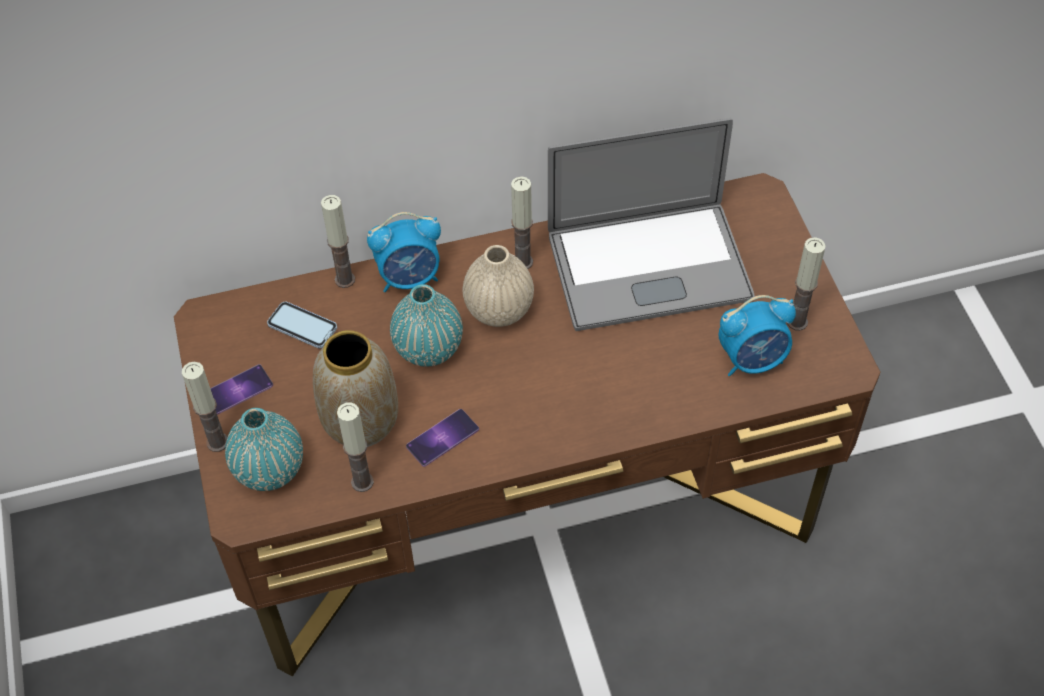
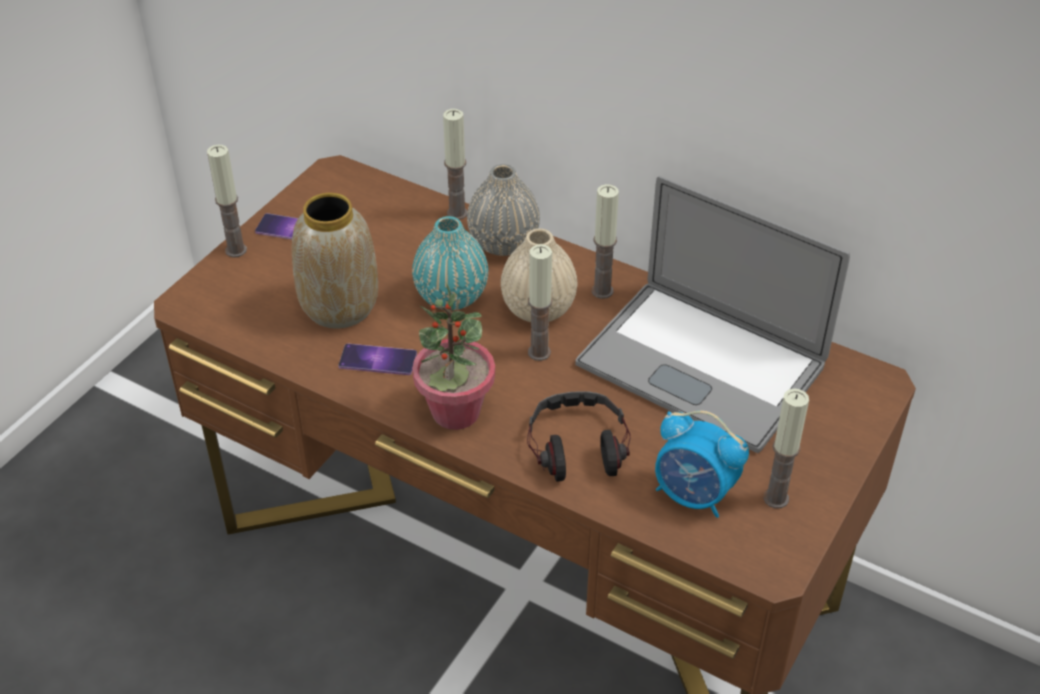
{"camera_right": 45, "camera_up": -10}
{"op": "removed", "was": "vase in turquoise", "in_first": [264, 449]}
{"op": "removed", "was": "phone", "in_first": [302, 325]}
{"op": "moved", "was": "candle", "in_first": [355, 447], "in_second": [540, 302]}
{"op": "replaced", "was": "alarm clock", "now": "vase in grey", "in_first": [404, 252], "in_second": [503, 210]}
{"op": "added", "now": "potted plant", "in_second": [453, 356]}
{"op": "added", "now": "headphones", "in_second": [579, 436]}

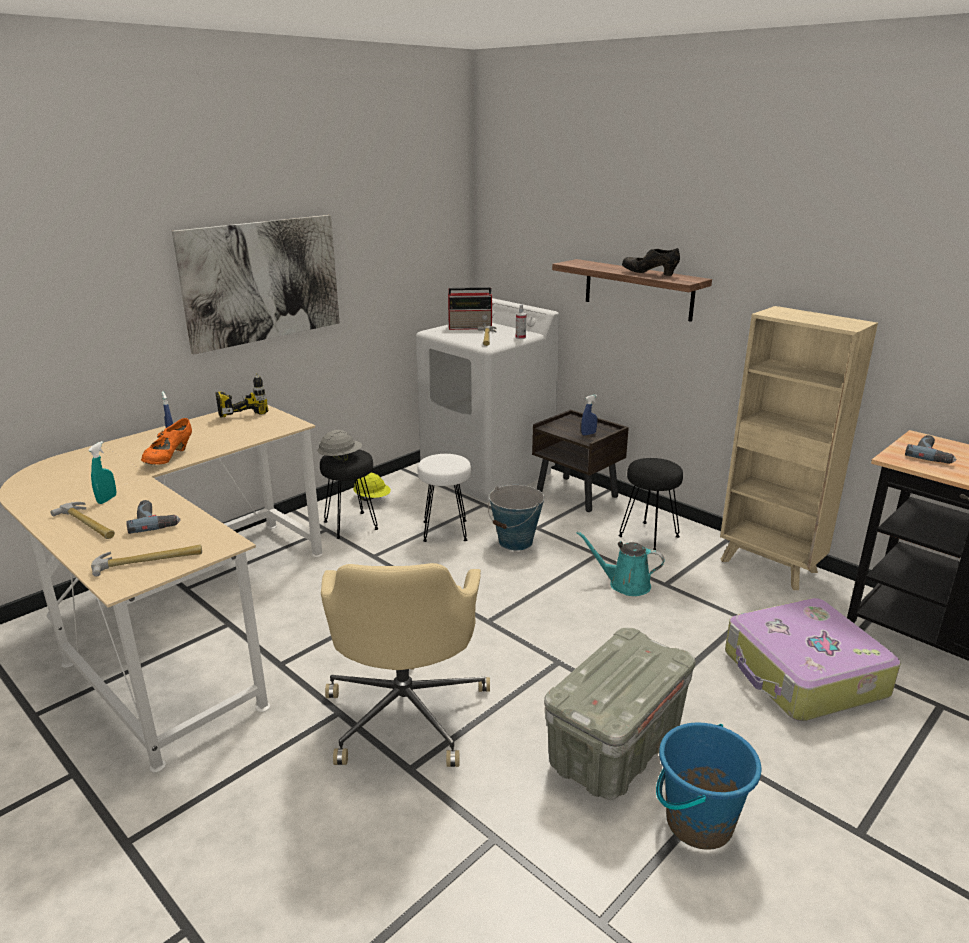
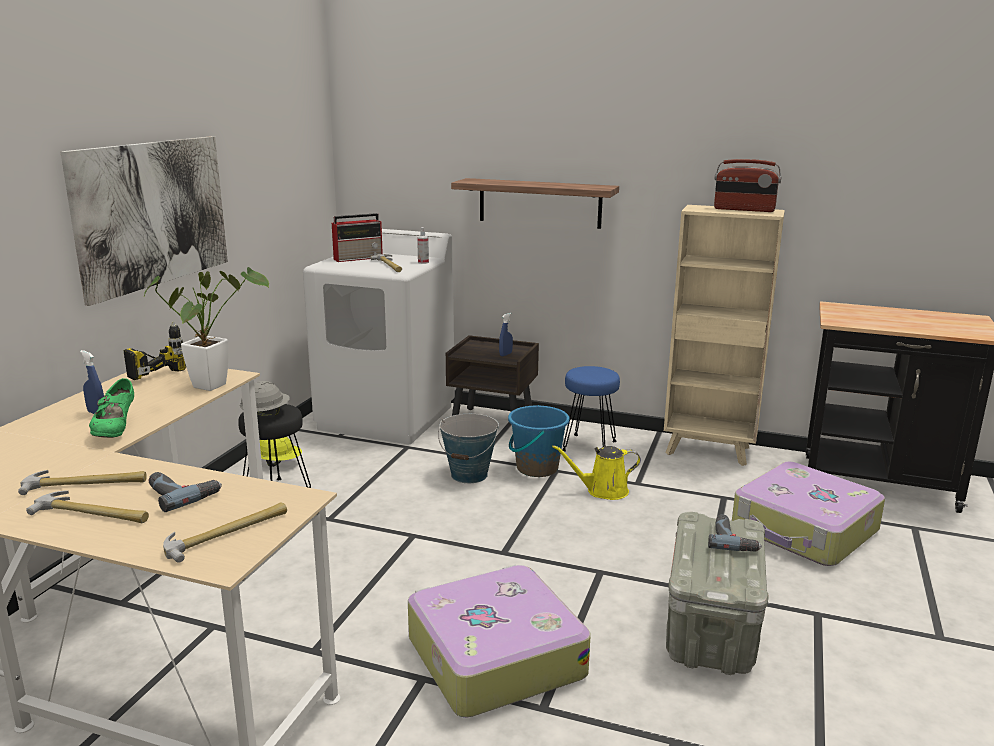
{"camera_right": -25, "camera_up": -5}
{"op": "replaced", "was": "spray bottle in turquoise", "now": "hammer", "in_first": [102, 472], "in_second": [82, 482]}
{"op": "recoloured", "was": "shoe in orange", "now": "shoe in green", "in_first": [166, 441], "in_second": [111, 408]}
{"op": "replaced", "was": "office chair in beige", "now": "suitcase", "in_first": [405, 665], "in_second": [499, 641]}
{"op": "removed", "was": "stool in white", "in_first": [444, 498]}
{"op": "recoloured", "was": "watering can in turquoise", "now": "watering can in yellow", "in_first": [621, 563], "in_second": [596, 472]}
{"op": "recoloured", "was": "stool in black", "now": "stool in blue", "in_first": [650, 504], "in_second": [591, 408]}
{"op": "removed", "was": "shoe in black", "in_first": [651, 262]}
{"op": "moved", "was": "bucket in blue", "in_first": [709, 786], "in_second": [539, 441]}
{"op": "moved", "was": "power drill", "in_first": [930, 449], "in_second": [735, 533]}
{"op": "added", "now": "potted plant", "in_second": [206, 329]}
{"op": "added", "now": "radio", "in_second": [748, 185]}

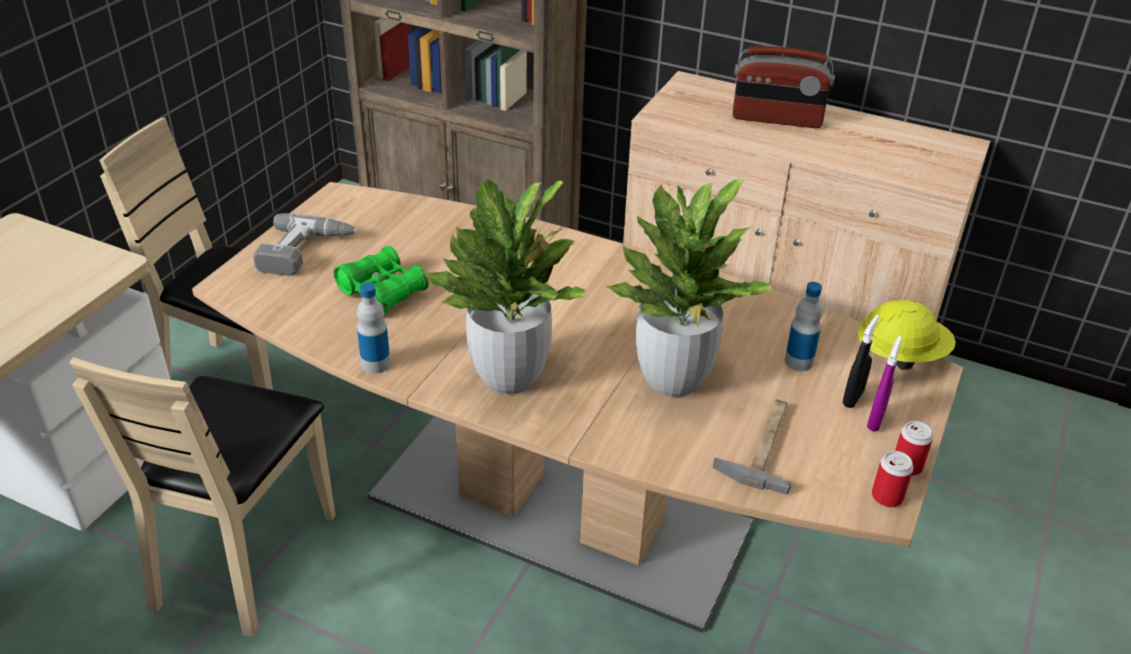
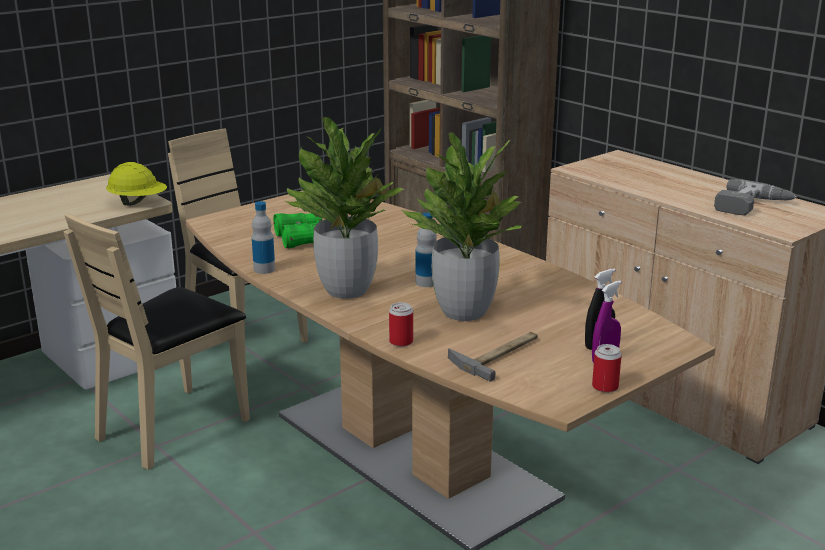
{"camera_right": 25, "camera_up": -15}
{"op": "moved", "was": "power drill", "in_first": [305, 244], "in_second": [755, 197]}
{"op": "removed", "was": "radio", "in_first": [784, 87]}
{"op": "moved", "was": "bottle", "in_first": [804, 326], "in_second": [426, 250]}
{"op": "moved", "was": "hard hat in yellow", "in_first": [906, 335], "in_second": [136, 184]}
{"op": "moved", "was": "can", "in_first": [893, 479], "in_second": [401, 324]}

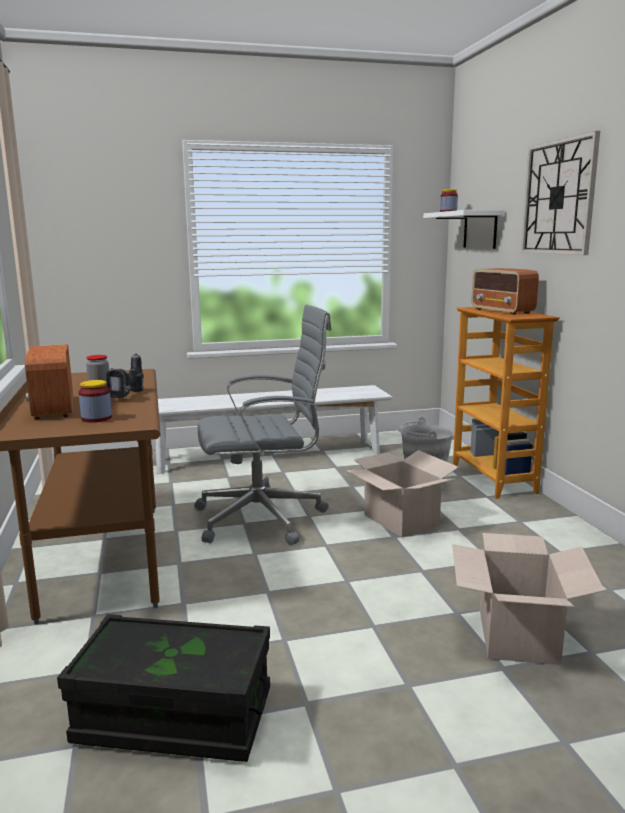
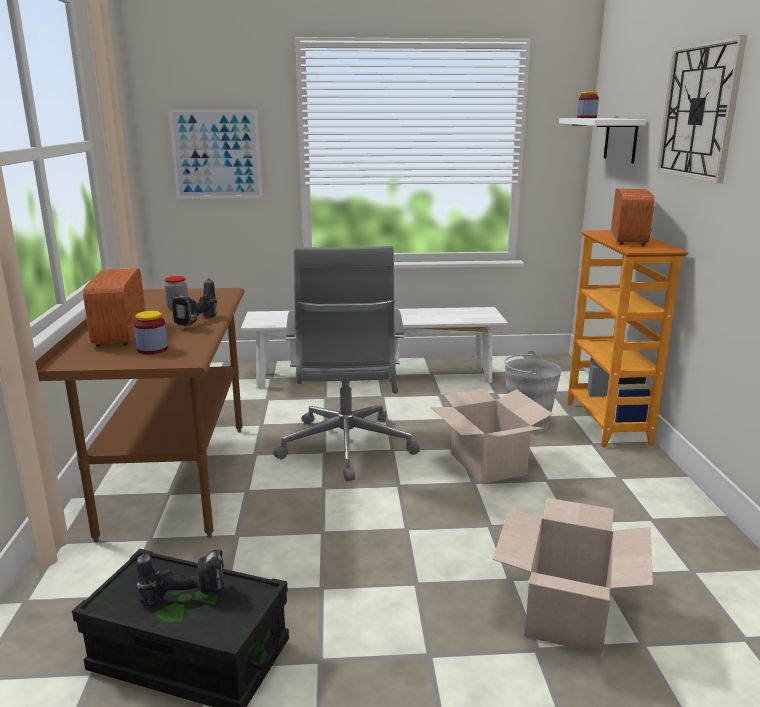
{"camera_right": 10, "camera_up": 5}
{"op": "turned", "was": "office chair in grey", "in_first": [262, 425], "in_second": [347, 363], "clockwise": 90}
{"op": "turned", "was": "radio", "in_first": [505, 291], "in_second": [633, 217], "clockwise": -150}
{"op": "added", "now": "power drill", "in_second": [180, 578]}
{"op": "added", "now": "picture", "in_second": [215, 154]}

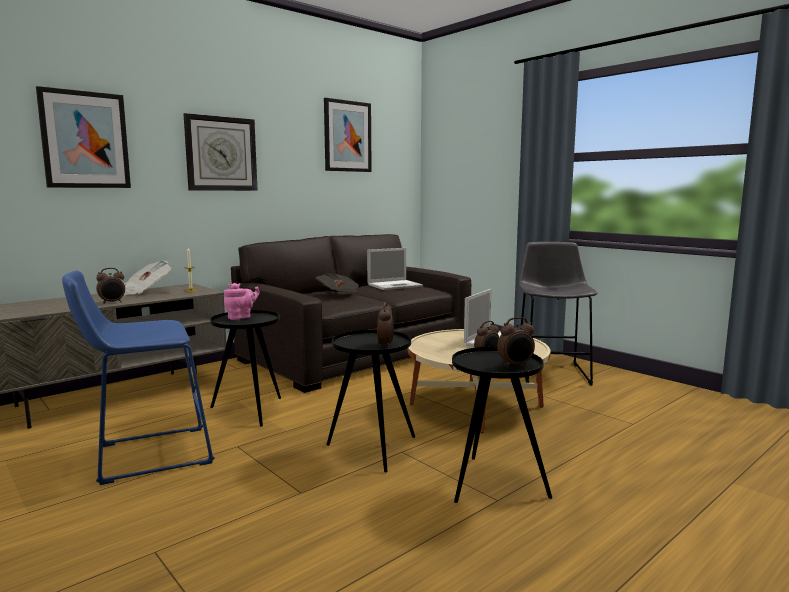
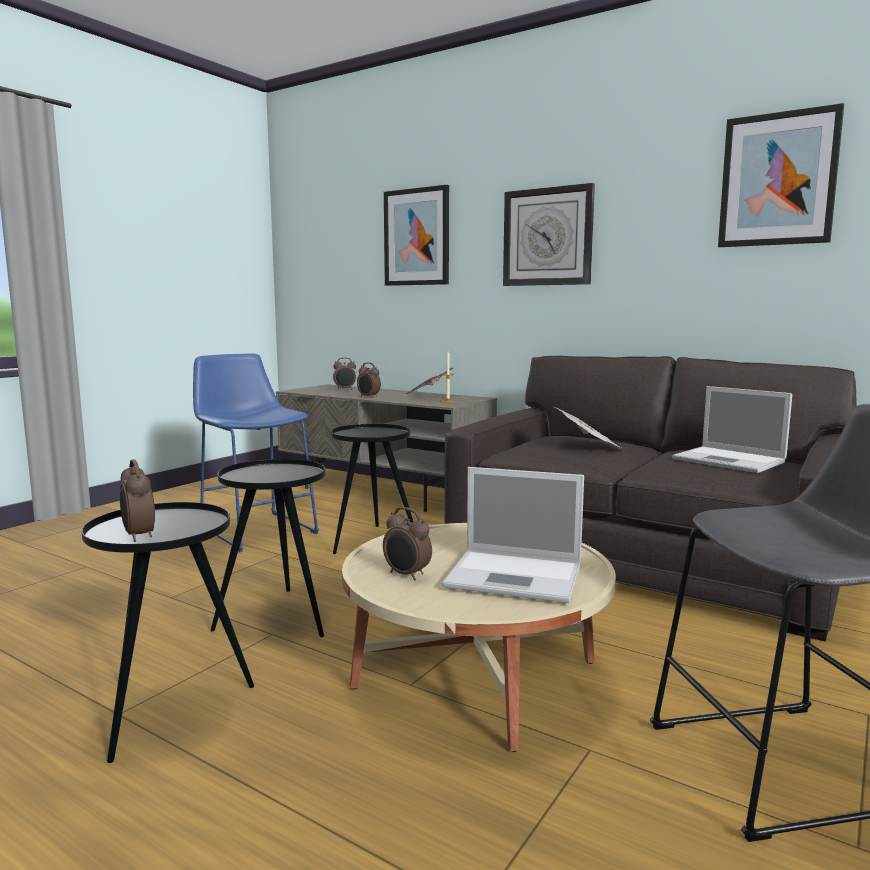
{"camera_right": 75, "camera_up": 0}
{"op": "removed", "was": "teapot in pink", "in_first": [242, 301]}
{"op": "moved", "was": "alarm clock", "in_first": [385, 325], "in_second": [344, 373]}

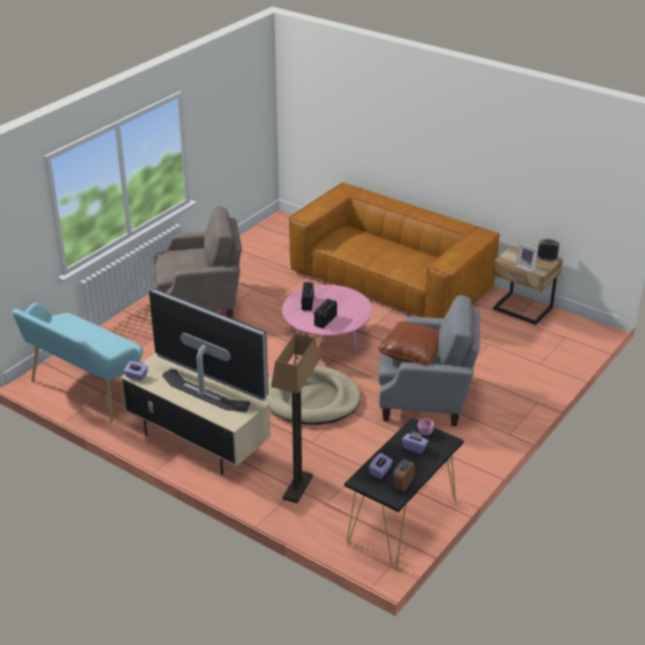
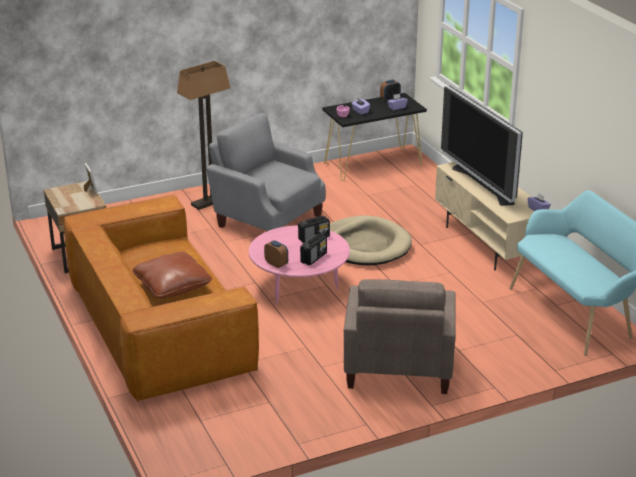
{"camera_right": -150, "camera_up": -5}
{"op": "turned", "was": "armchair in beige", "in_first": [198, 262], "in_second": [400, 336], "clockwise": -105}
{"op": "moved", "was": "floor lamp", "in_first": [295, 418], "in_second": [203, 135]}
{"op": "moved", "was": "pillow in brown", "in_first": [408, 343], "in_second": [172, 275]}
{"op": "moved", "was": "alarm clock", "in_first": [548, 250], "in_second": [276, 254]}

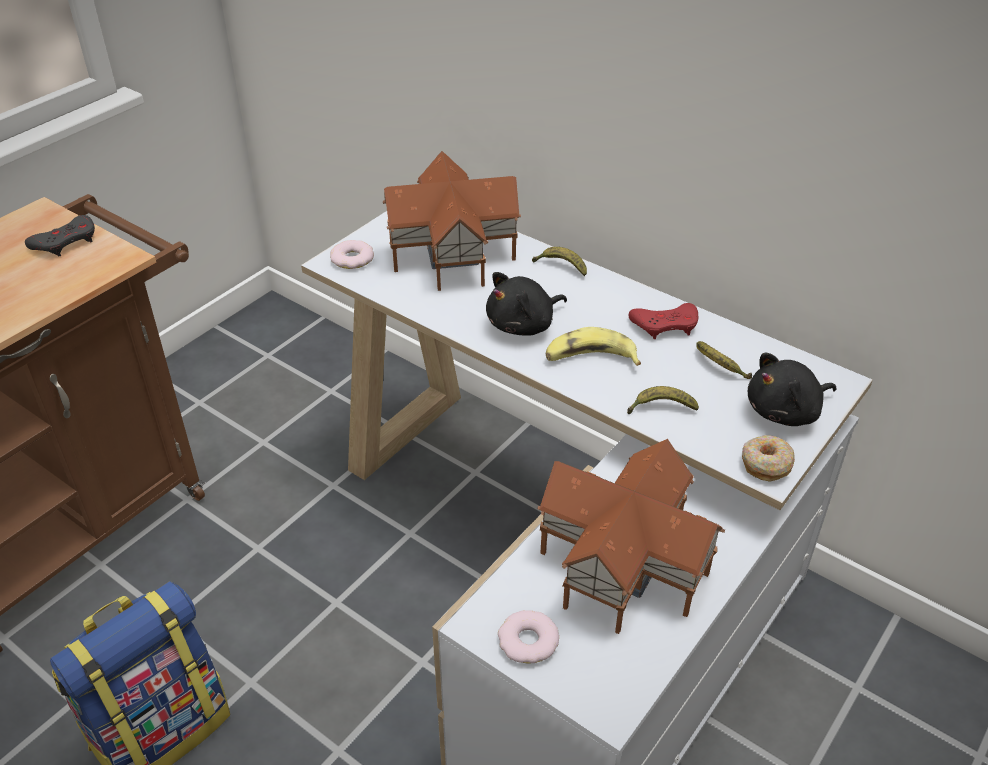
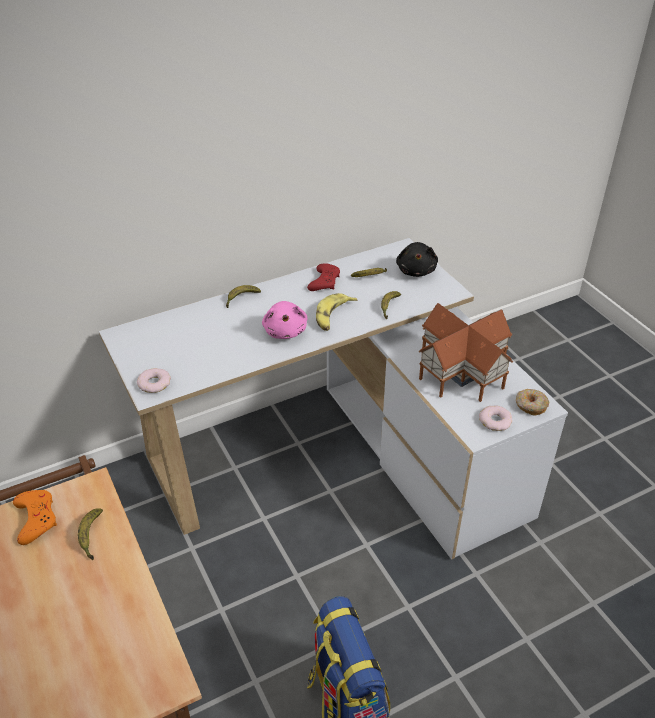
{"camera_right": -65, "camera_up": 0}
{"op": "recoloured", "was": "game controller in grey", "now": "game controller in orange", "in_first": [60, 235], "in_second": [35, 517]}
{"op": "removed", "was": "toy house", "in_first": [452, 221]}
{"op": "recoloured", "was": "plush toy in black", "now": "plush toy in pink", "in_first": [526, 304], "in_second": [284, 320]}
{"op": "moved", "was": "donut", "in_first": [768, 458], "in_second": [532, 402]}
{"op": "added", "now": "banana", "in_second": [90, 534]}

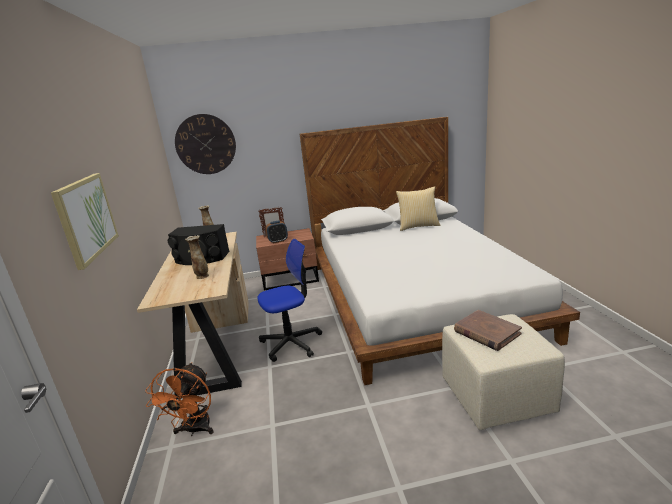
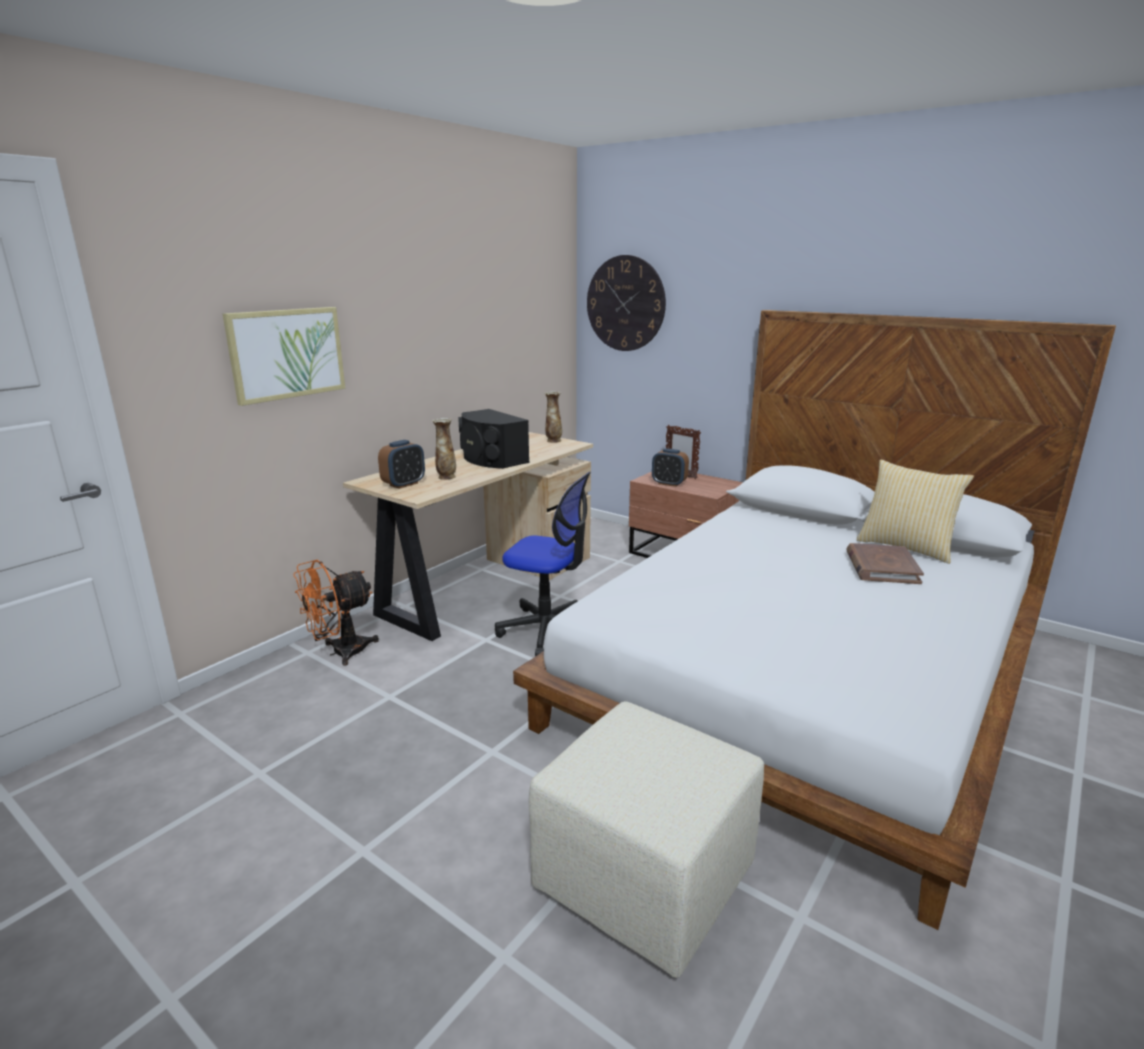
{"camera_right": 45, "camera_up": 0}
{"op": "moved", "was": "book in brown", "in_first": [488, 330], "in_second": [885, 563]}
{"op": "added", "now": "alarm clock", "in_second": [401, 464]}

